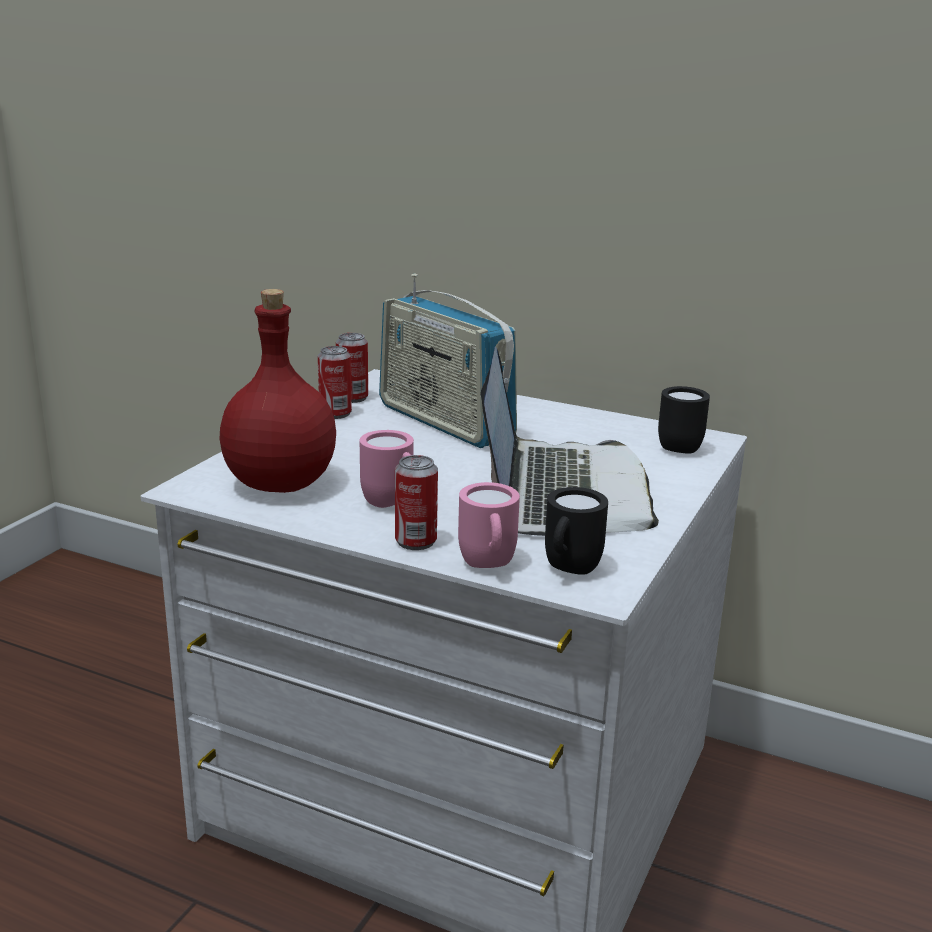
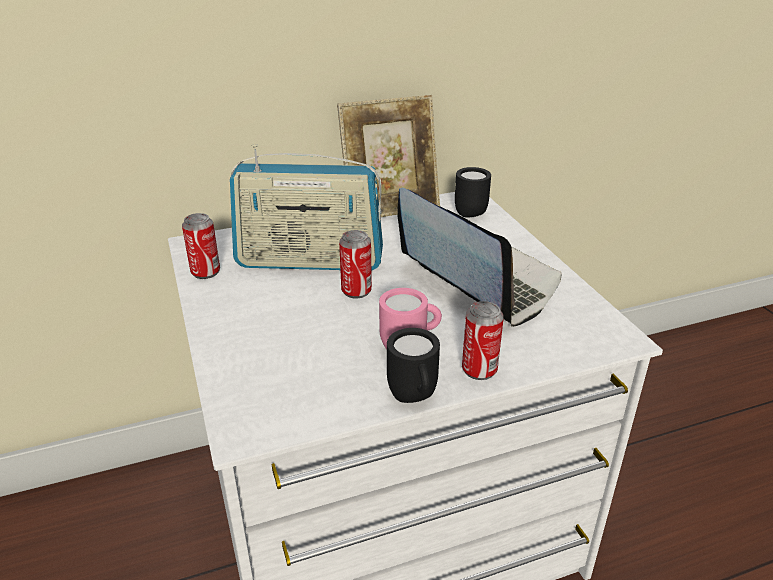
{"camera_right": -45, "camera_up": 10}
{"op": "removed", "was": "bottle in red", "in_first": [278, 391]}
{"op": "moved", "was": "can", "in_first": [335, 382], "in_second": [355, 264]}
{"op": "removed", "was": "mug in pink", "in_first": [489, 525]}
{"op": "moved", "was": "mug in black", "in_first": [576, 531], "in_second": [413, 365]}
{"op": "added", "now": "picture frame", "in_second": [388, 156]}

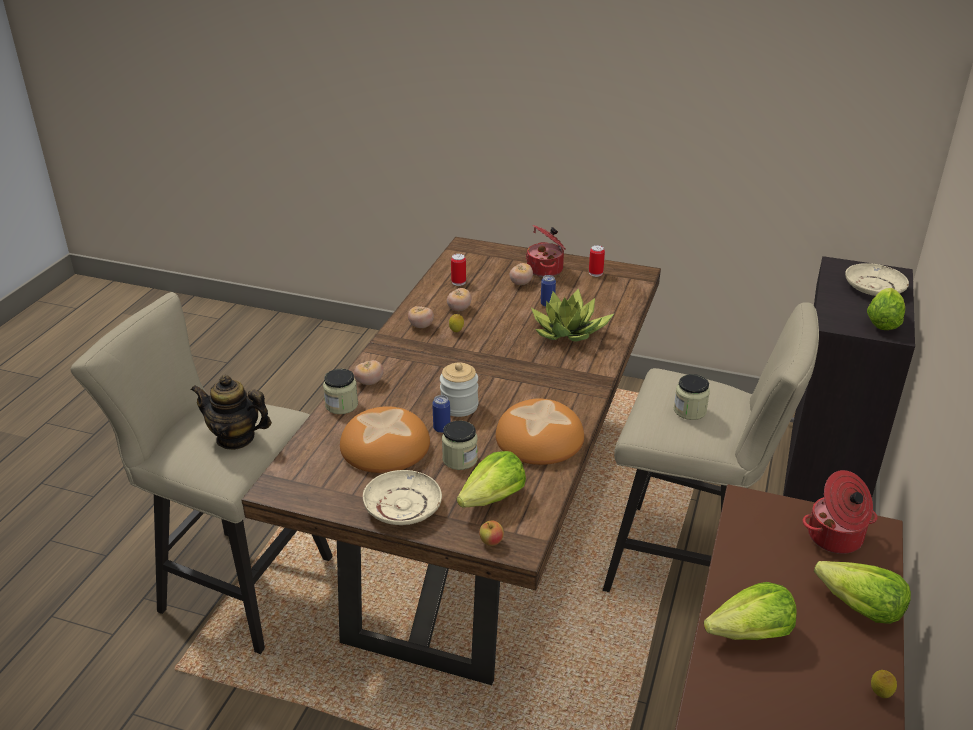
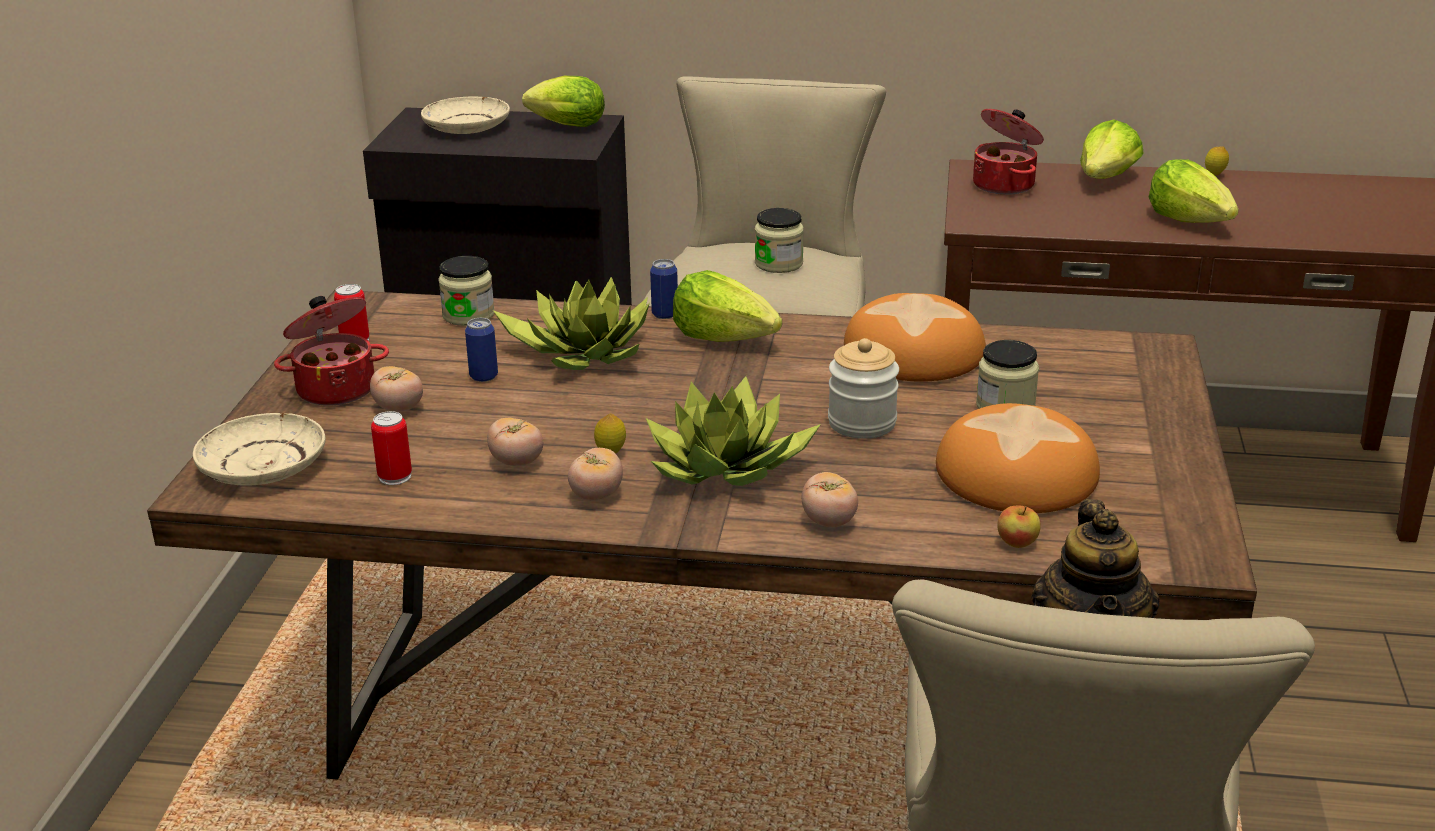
{"camera_right": -100, "camera_up": -5}
{"op": "moved", "was": "jar", "in_first": [340, 391], "in_second": [466, 291]}
{"op": "moved", "was": "plate in beige", "in_first": [402, 497], "in_second": [259, 449]}
{"op": "moved", "was": "can", "in_first": [441, 414], "in_second": [664, 289]}
{"op": "moved", "was": "lettuce", "in_first": [491, 479], "in_second": [727, 306]}
{"op": "moved", "was": "apple", "in_first": [491, 533], "in_second": [1019, 526]}
{"op": "added", "now": "potted plant", "in_second": [733, 431]}

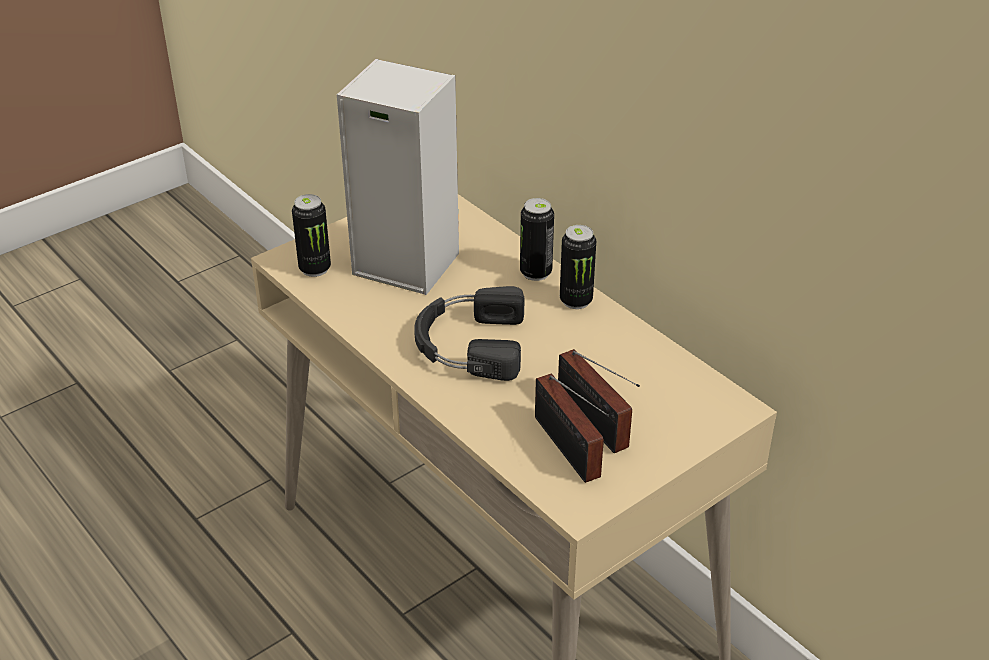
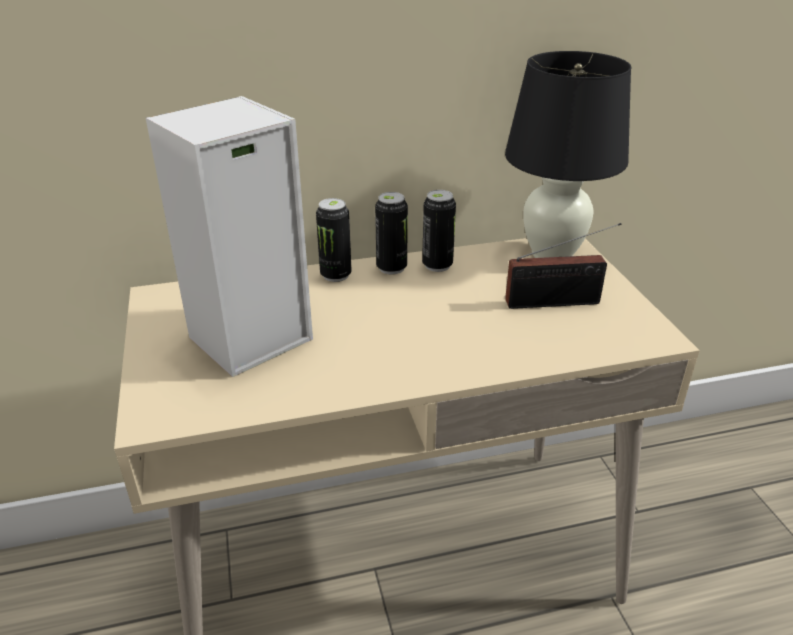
{"camera_right": -65, "camera_up": -5}
{"op": "moved", "was": "can", "in_first": [311, 235], "in_second": [439, 231]}
{"op": "removed", "was": "headphones in black", "in_first": [469, 333]}
{"op": "removed", "was": "radio", "in_first": [572, 428]}
{"op": "added", "now": "table lamp in black", "in_second": [568, 154]}

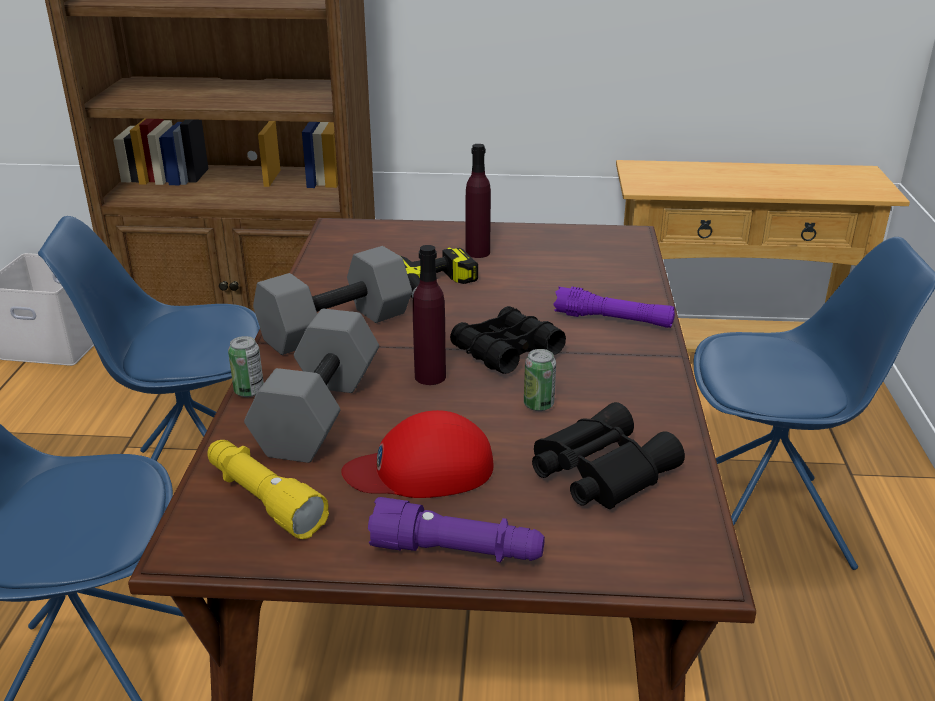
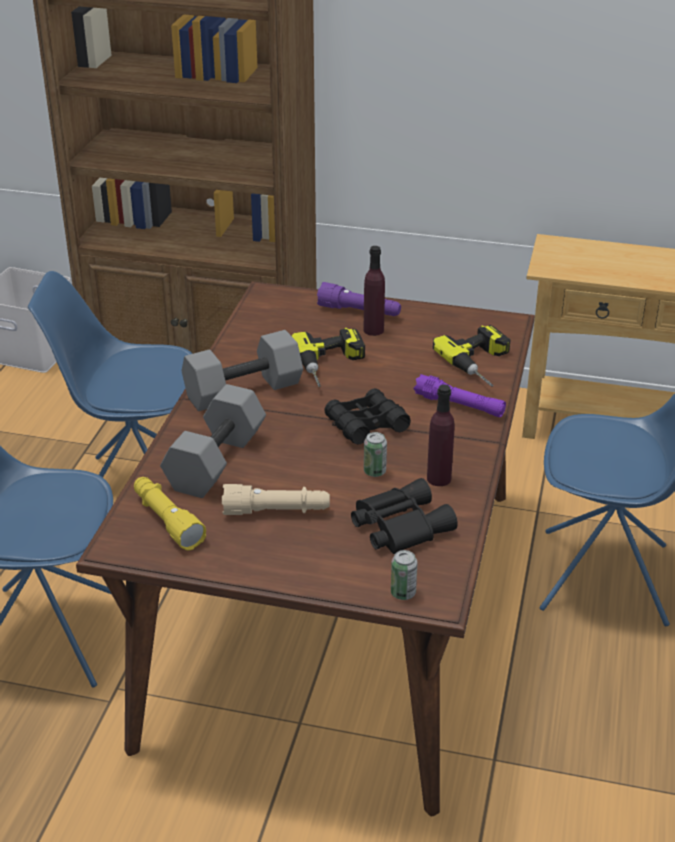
{"camera_right": 10, "camera_up": 5}
{"op": "moved", "was": "can", "in_first": [246, 366], "in_second": [404, 575]}
{"op": "replaced", "was": "cap in red", "now": "flashlight in beige", "in_first": [417, 454], "in_second": [276, 499]}
{"op": "moved", "was": "flashlight in purple", "in_first": [456, 530], "in_second": [359, 299]}
{"op": "moved", "was": "bottle in purple", "in_first": [429, 315], "in_second": [441, 435]}
{"op": "added", "now": "power drill", "in_second": [471, 356]}

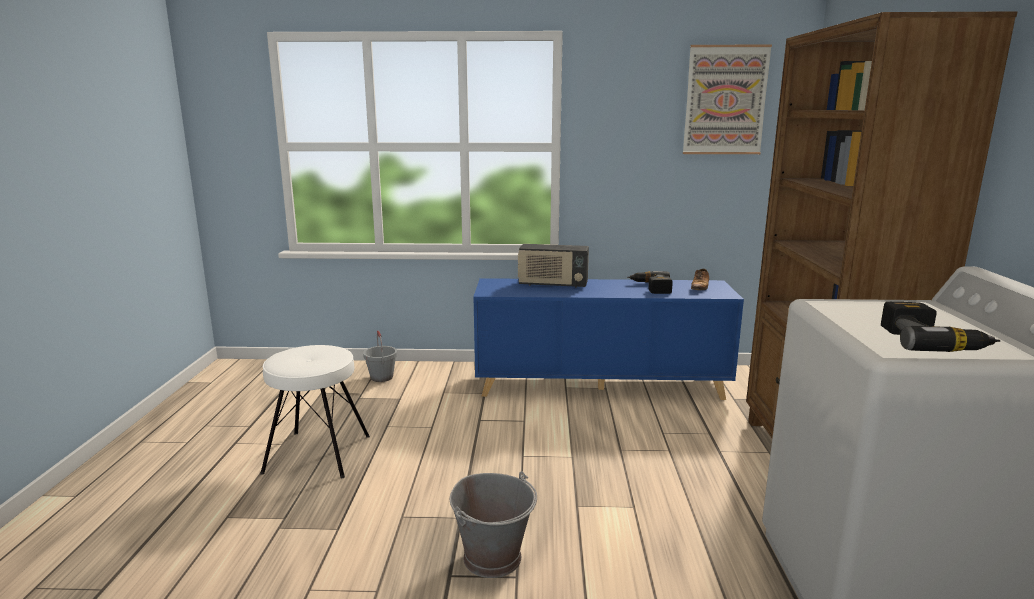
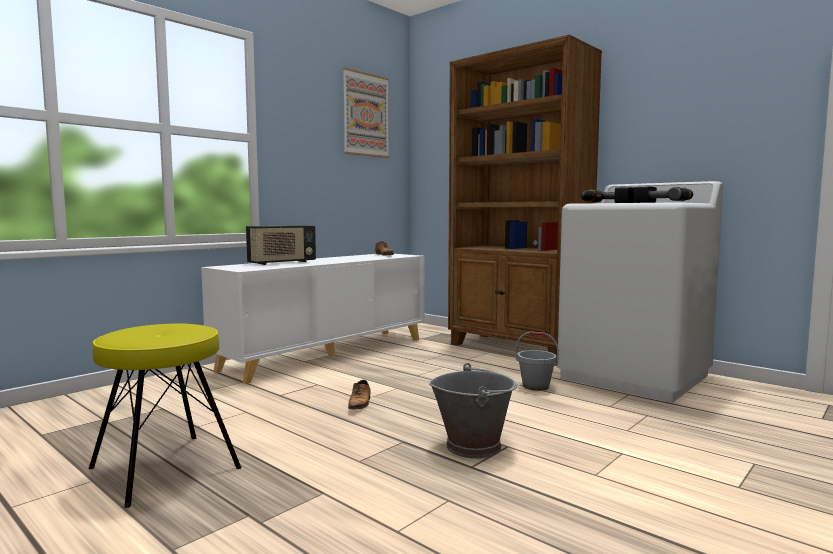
{"camera_right": -50, "camera_up": -10}
{"op": "recoloured", "was": "stool in white", "now": "stool in yellow", "in_first": [315, 411], "in_second": [165, 416]}
{"op": "moved", "was": "bucket in grey", "in_first": [380, 356], "in_second": [537, 361]}
{"op": "recoloured", "was": "cabinet in blue", "now": "cabinet in white", "in_first": [608, 339], "in_second": [313, 319]}
{"op": "moved", "was": "power drill", "in_first": [650, 282], "in_second": [607, 195]}
{"op": "added", "now": "shoe", "in_second": [359, 395]}

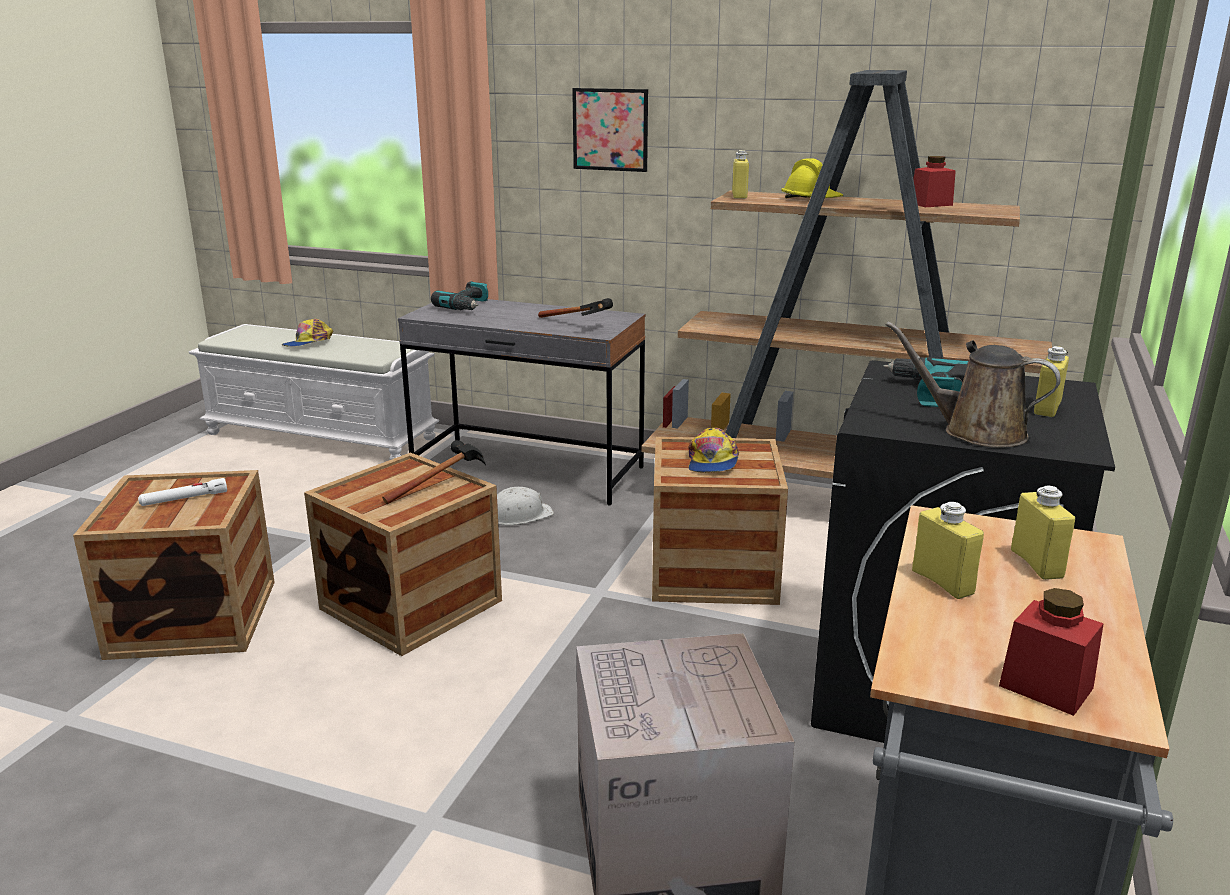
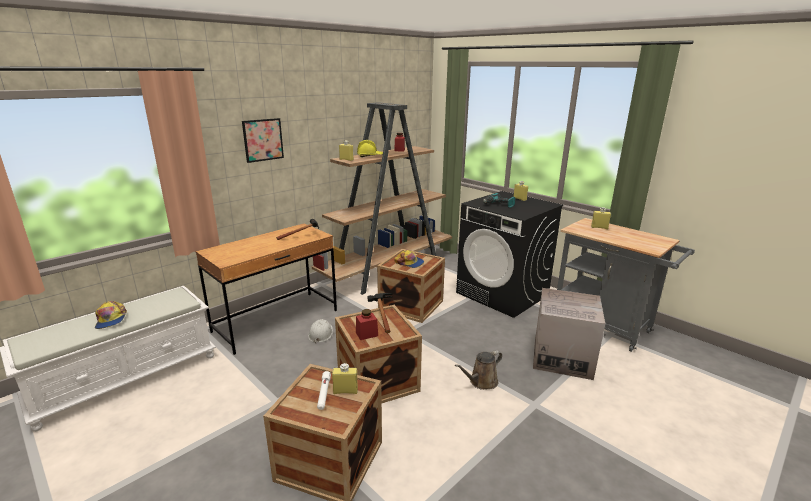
{"camera_right": -65, "camera_up": 0}
{"op": "recoloured", "was": "desk in grey", "now": "desk in brown", "in_first": [521, 402], "in_second": [266, 289]}
{"op": "removed", "was": "power drill", "in_first": [459, 295]}
{"op": "moved", "was": "watering can in brown", "in_first": [973, 384], "in_second": [478, 370]}
{"op": "moved", "was": "bottle in yellow", "in_first": [948, 550], "in_second": [345, 378]}
{"op": "moved", "was": "jar in red", "in_first": [1051, 652], "in_second": [367, 324]}

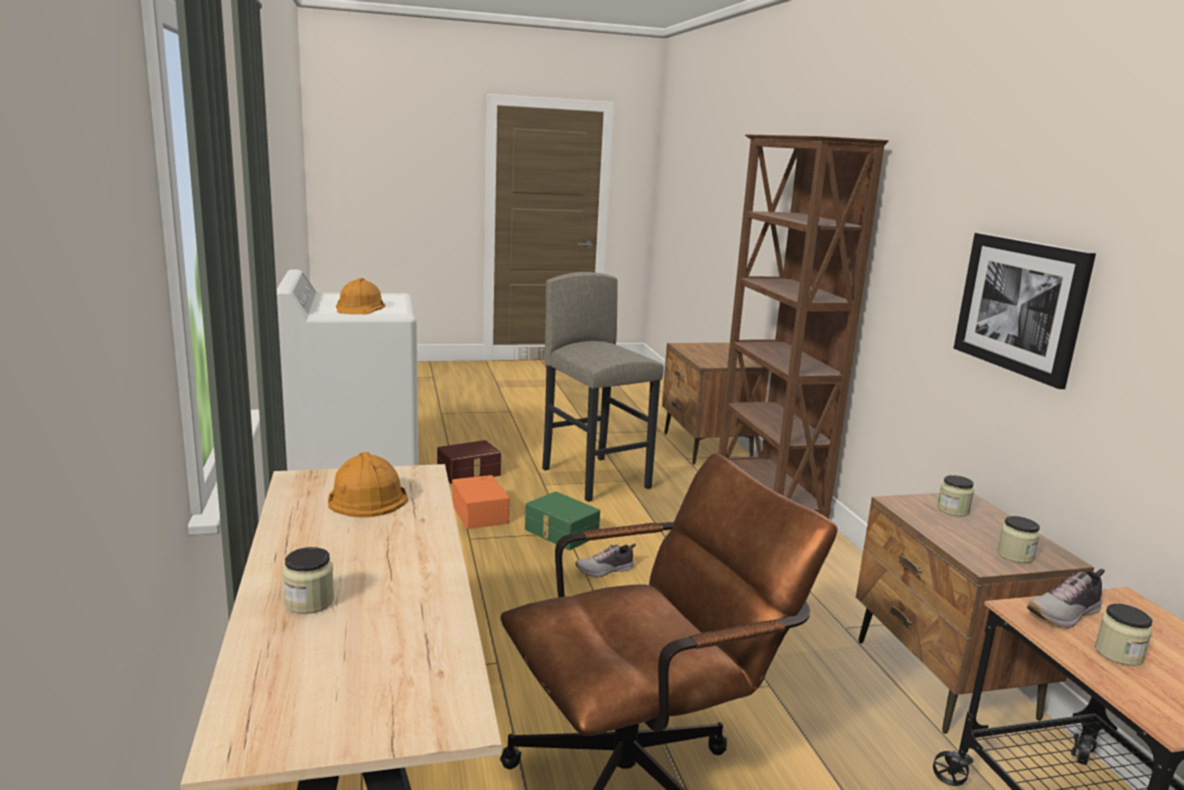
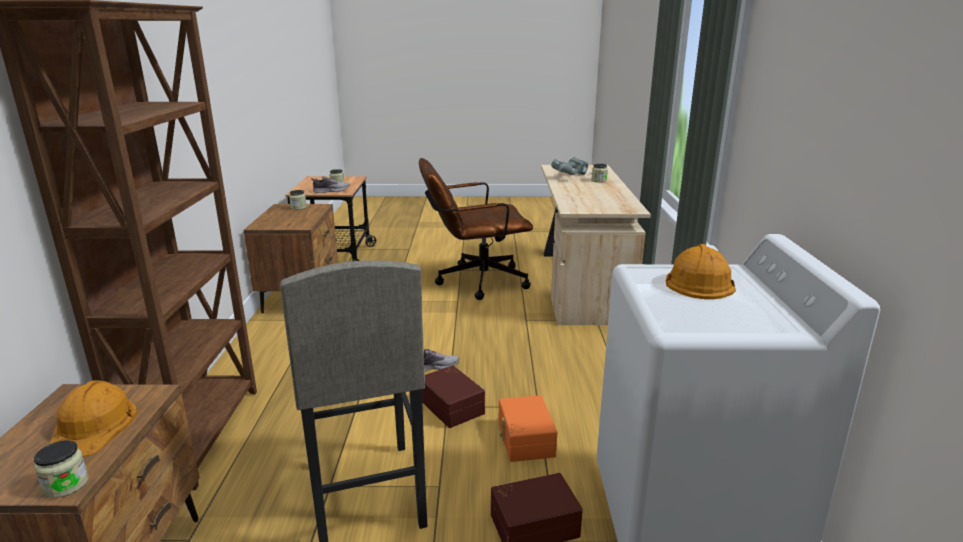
{"camera_right": -165, "camera_up": 5}
{"op": "moved", "was": "hard hat in orange", "in_first": [368, 484], "in_second": [94, 418]}
{"op": "recoloured", "was": "storage box in green", "now": "storage box in brown", "in_first": [562, 521], "in_second": [453, 396]}
{"op": "moved", "was": "jar", "in_first": [955, 496], "in_second": [61, 469]}
{"op": "removed", "was": "picture", "in_first": [1025, 311]}
{"op": "added", "now": "power drill", "in_second": [571, 166]}

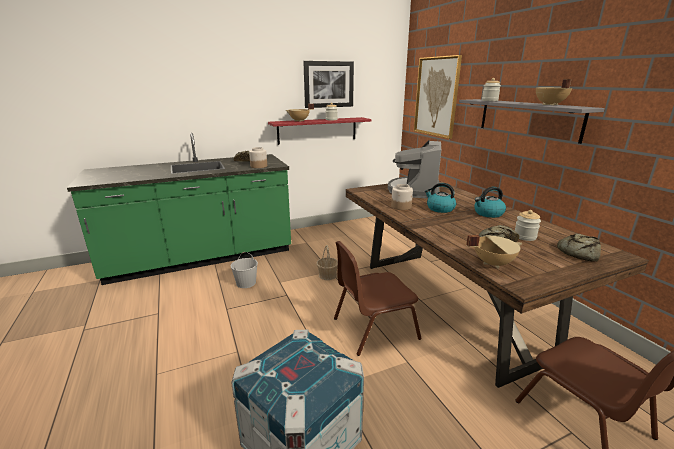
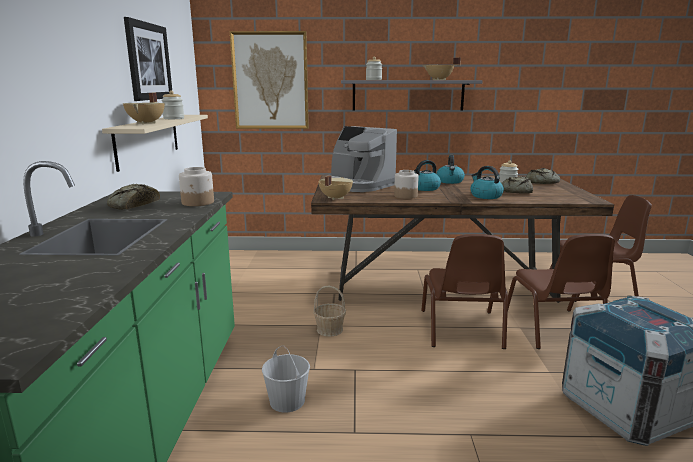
{"camera_right": -65, "camera_up": -5}
{"op": "recoloured", "was": "shelf in red", "now": "shelf in beige", "in_first": [320, 131], "in_second": [155, 143]}
{"op": "moved", "was": "cooking pot in beige", "in_first": [494, 252], "in_second": [335, 187]}
{"op": "added", "now": "kettle", "in_second": [487, 182]}
{"op": "added", "now": "chair in brown", "in_second": [561, 291]}

